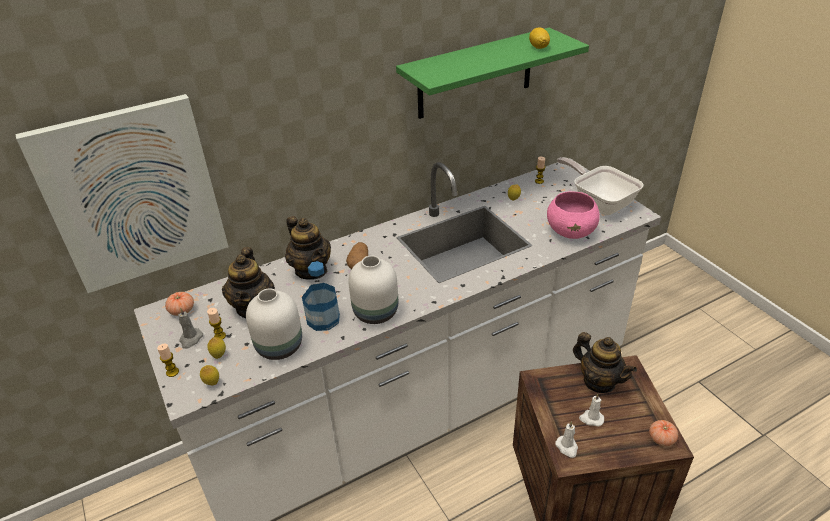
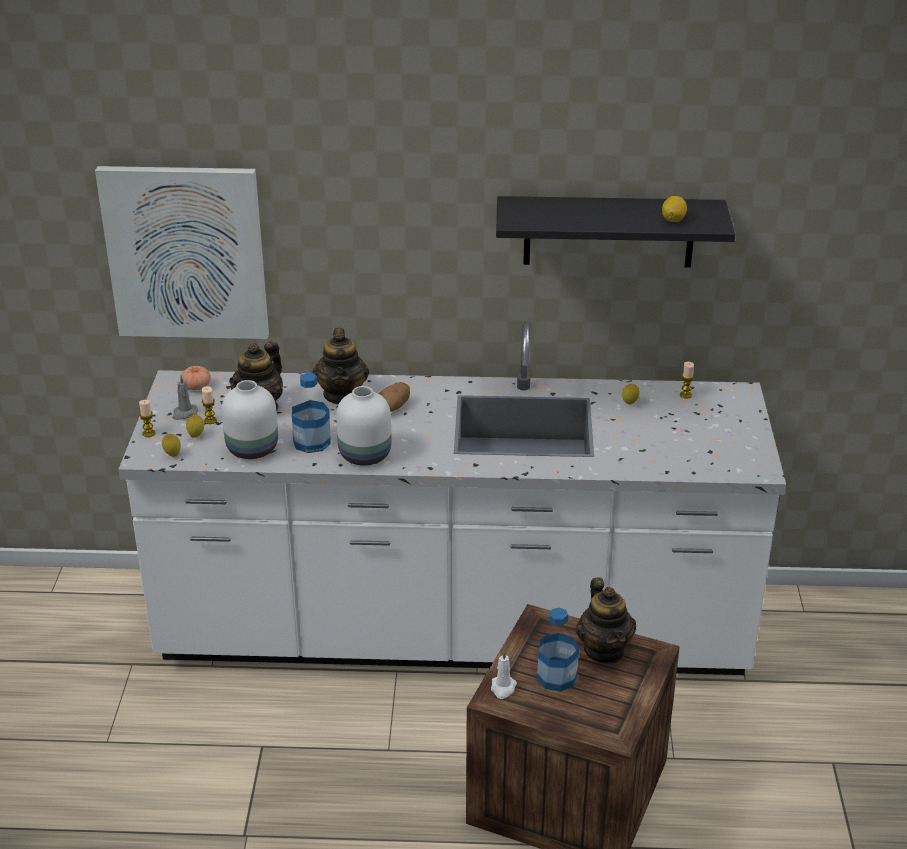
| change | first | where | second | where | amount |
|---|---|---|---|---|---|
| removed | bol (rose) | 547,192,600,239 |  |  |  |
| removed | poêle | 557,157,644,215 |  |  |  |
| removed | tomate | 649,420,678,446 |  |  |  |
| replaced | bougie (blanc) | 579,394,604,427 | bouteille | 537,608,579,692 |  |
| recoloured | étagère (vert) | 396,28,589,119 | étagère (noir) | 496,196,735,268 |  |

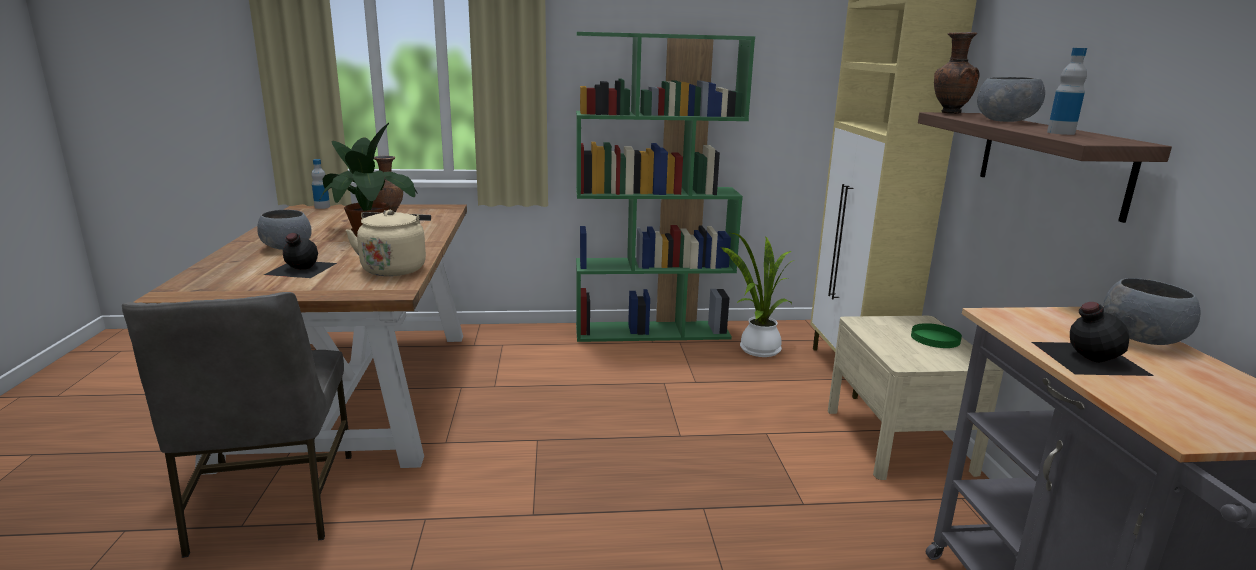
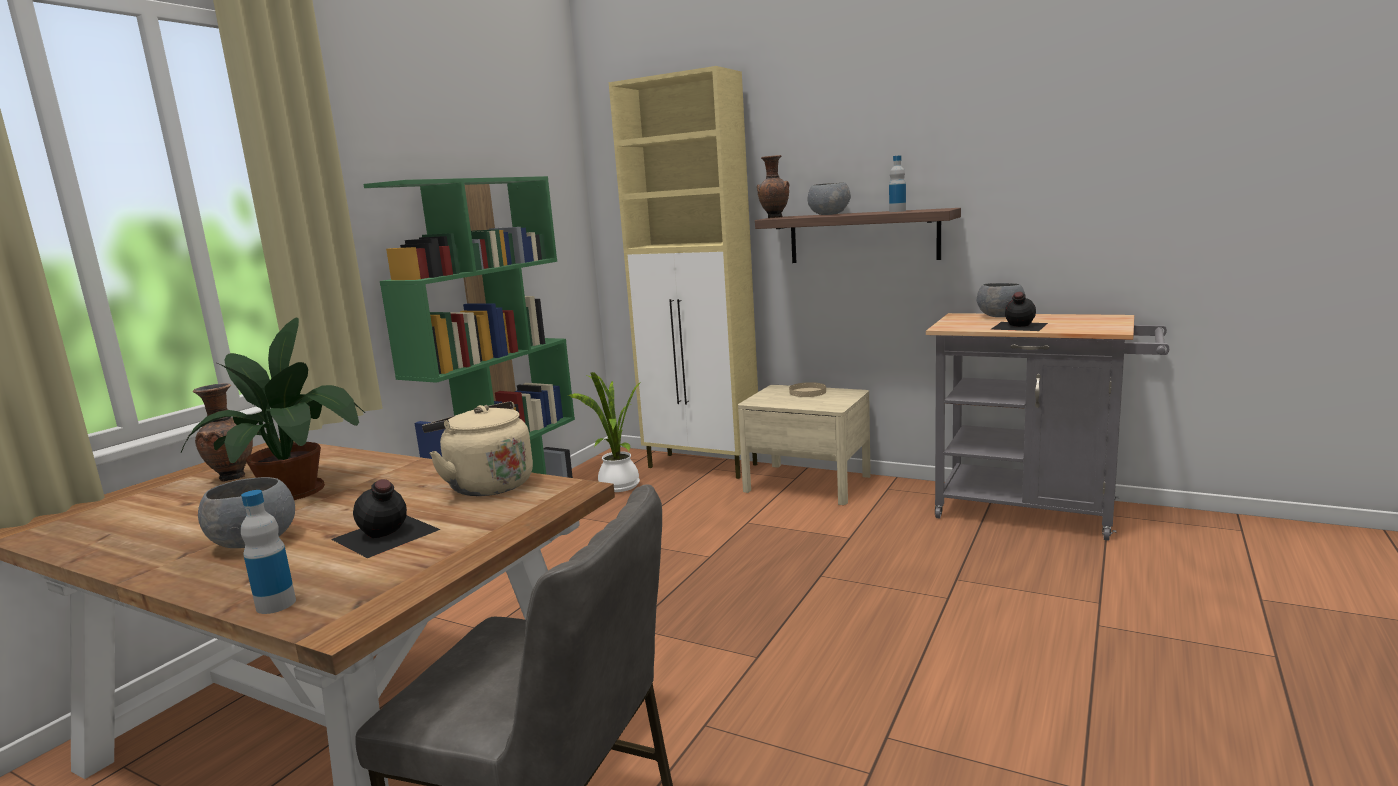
| change | first | where | second | where | amount |
|---|---|---|---|---|---|
| moved | bouteille | 311,159,330,209 |  | 241,490,296,614 |  |
| recoloured | assiette (vert) | 911,323,962,348 | assiette (beige) | 789,382,826,397 |  |

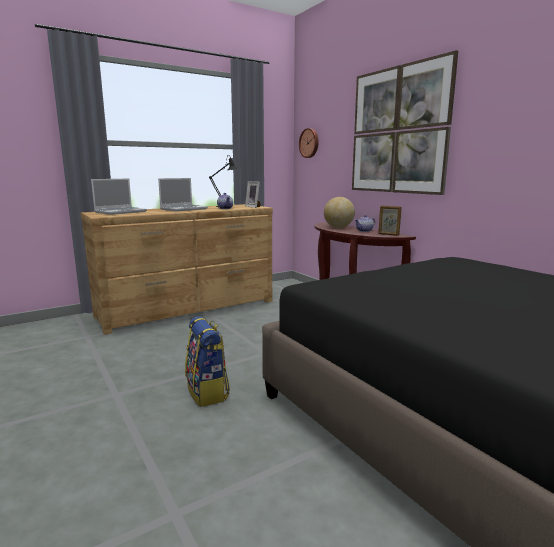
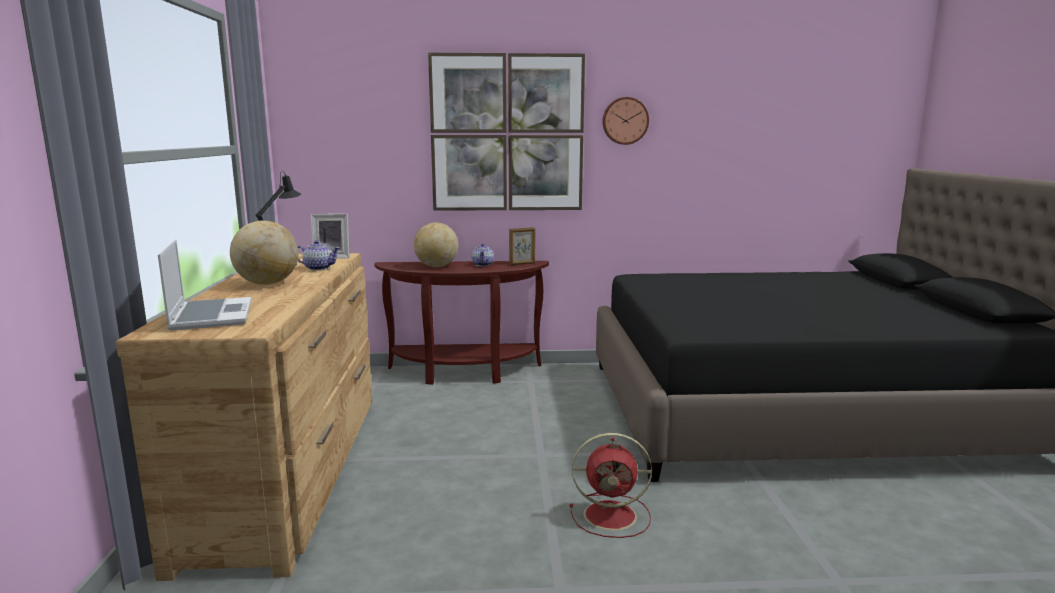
| change | first | where | second | where | amount |
|---|---|---|---|---|---|
| moved | horloge murale | 299,128,319,158 |  | 602,97,649,145 |  |
| replaced | ordinateur portable | 158,178,208,212 | globe | 230,221,298,285 |  |
| replaced | sac à dos | 185,316,230,407 | ventilateur (rouge) | 569,433,652,538 |  |

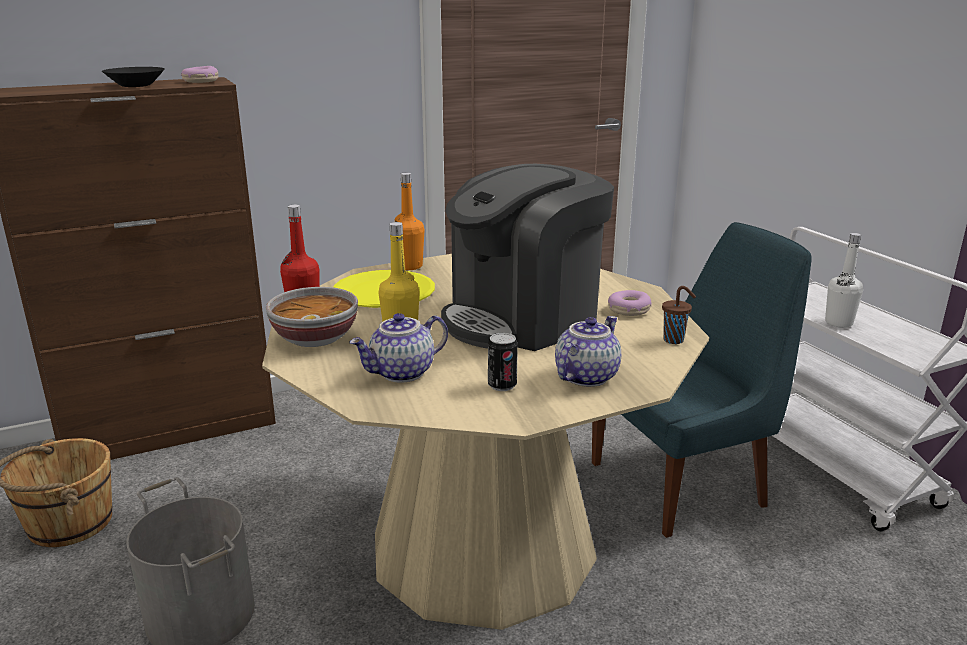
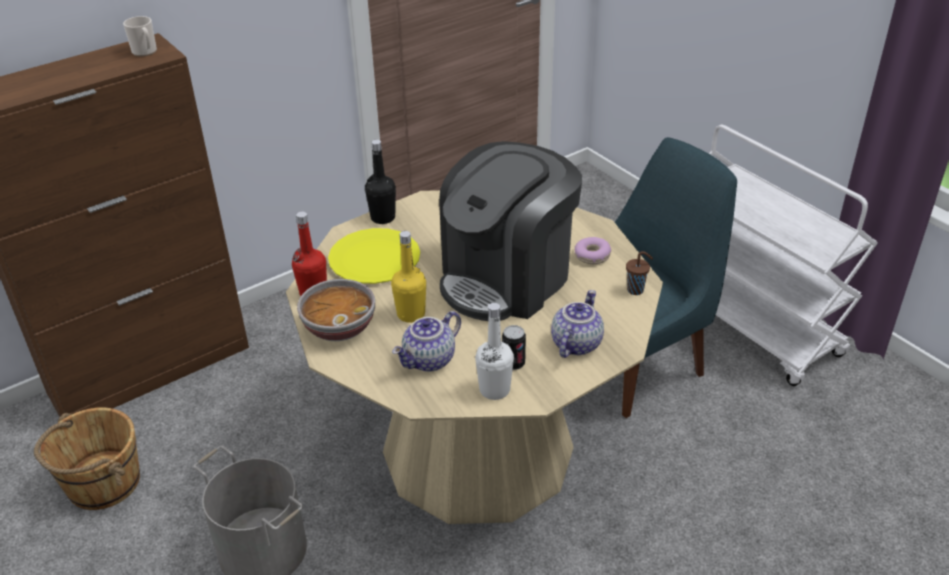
| change | first | where | second | where | amount |
|---|---|---|---|---|---|
| removed | bol (noir) | 102,67,164,87 |  |  |  |
| moved | bouteille (blanc) | 825,233,863,328 |  | 475,303,514,400 |  |
| replaced | beignet | 181,66,218,83 | mug | 123,16,157,57 |  |
| recoloured | bouteille (orange) | 395,173,425,270 | bouteille (noir) | 365,140,396,224 |  |

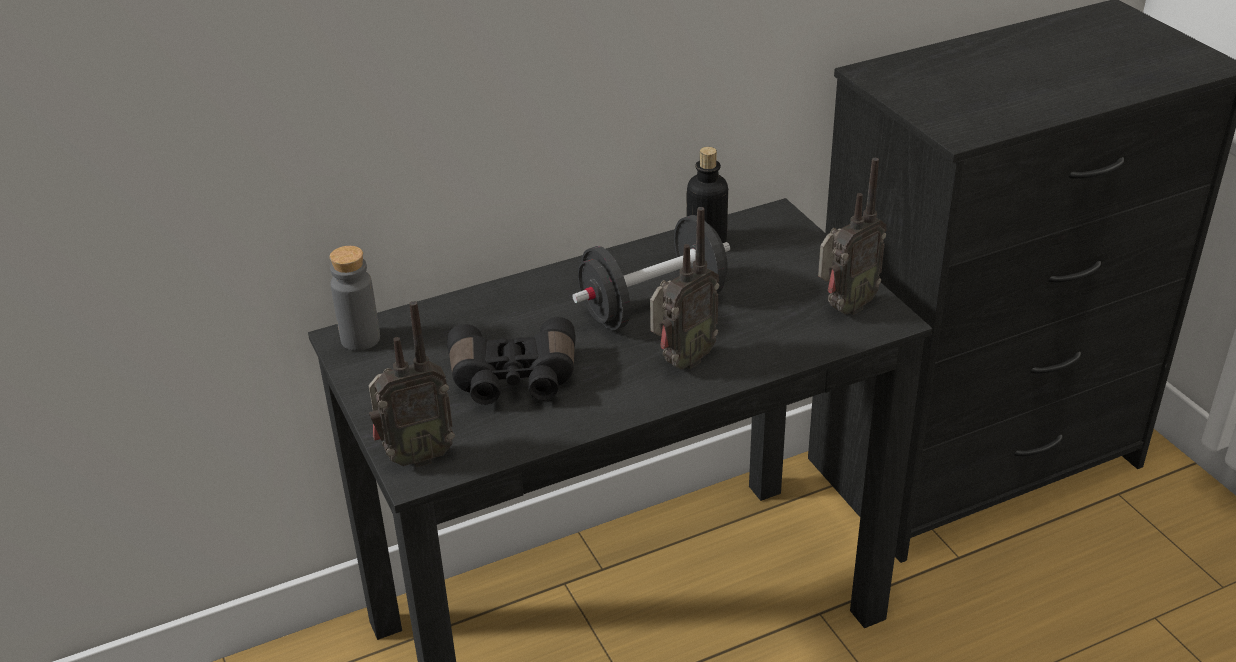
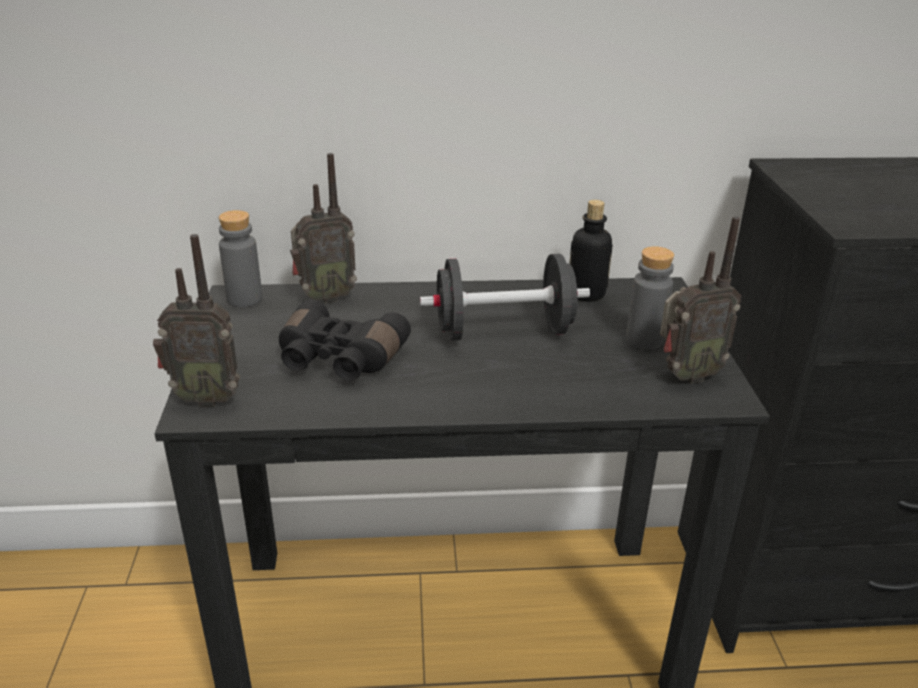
| change | first | where | second | where | amount |
|---|---|---|---|---|---|
| added |  |  | bouteille (gris) | 626,246,674,349 |  |
| moved | radio | 650,207,719,369 |  | 290,153,357,303 |  |

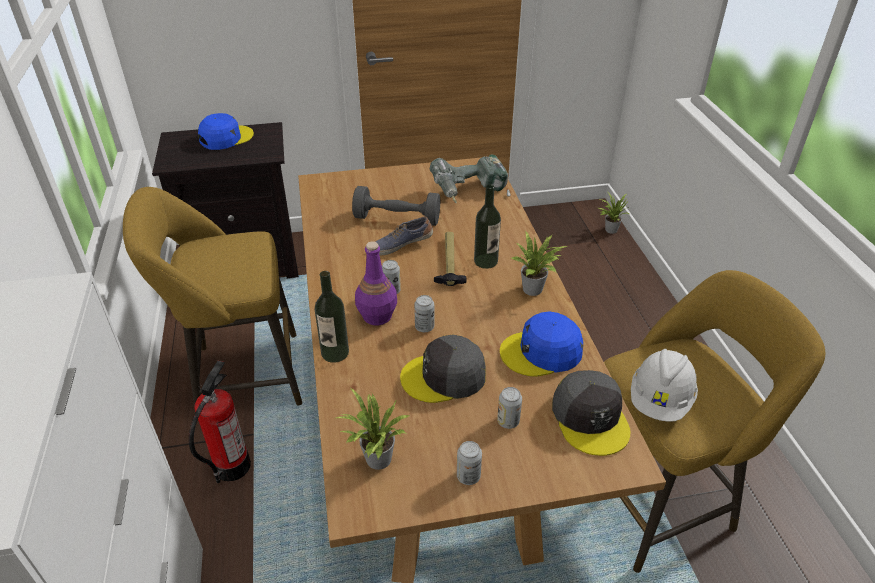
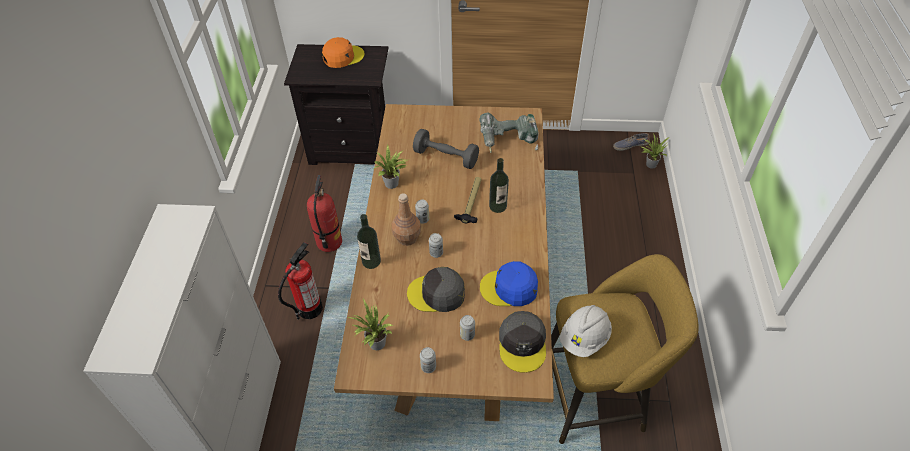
| change | first | where | second | where | amount |
|---|---|---|---|---|---|
| moved | chaussure | 375,216,433,256 |  | 613,133,650,151 |  |
| moved | plante en pot | 512,231,567,296 |  | 374,145,408,189 |  |
| replaced | tabouret (jaune) | 123,187,302,421 | extincteur | 307,175,342,252 |  |
| recoloured | casquette (bleu) | 198,113,254,150 | casquette (orange) | 322,37,365,68 |  |
| recoloured | bouteille (violet) | 355,241,397,325 | bouteille (marron) | 392,194,421,246 |  |

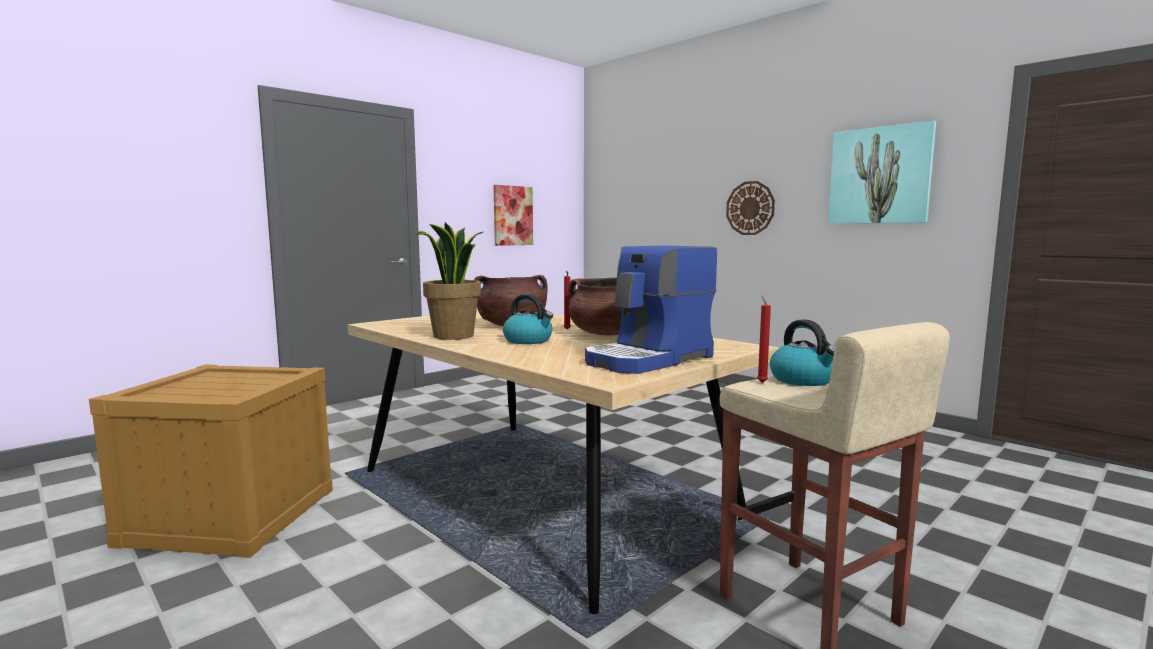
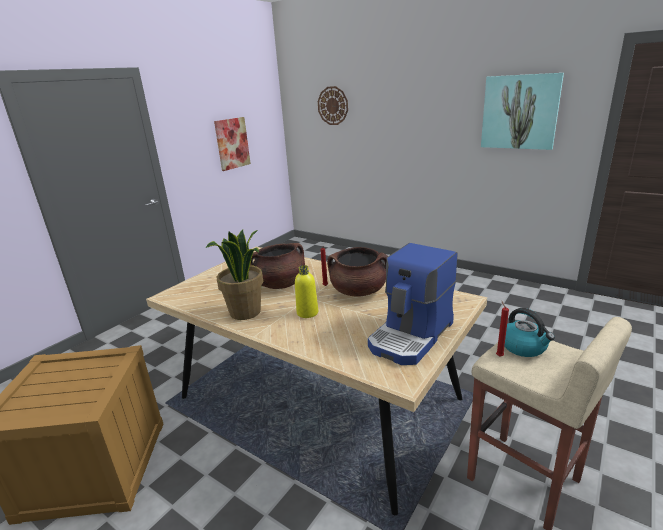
| change | first | where | second | where | amount |
|---|---|---|---|---|---|
| moved | horloge murale | 726,181,775,235 |  | 318,86,348,125 |  |
| replaced | bouilloire | 503,294,553,344 | bouteille (jaune) | 295,265,318,318 |  |

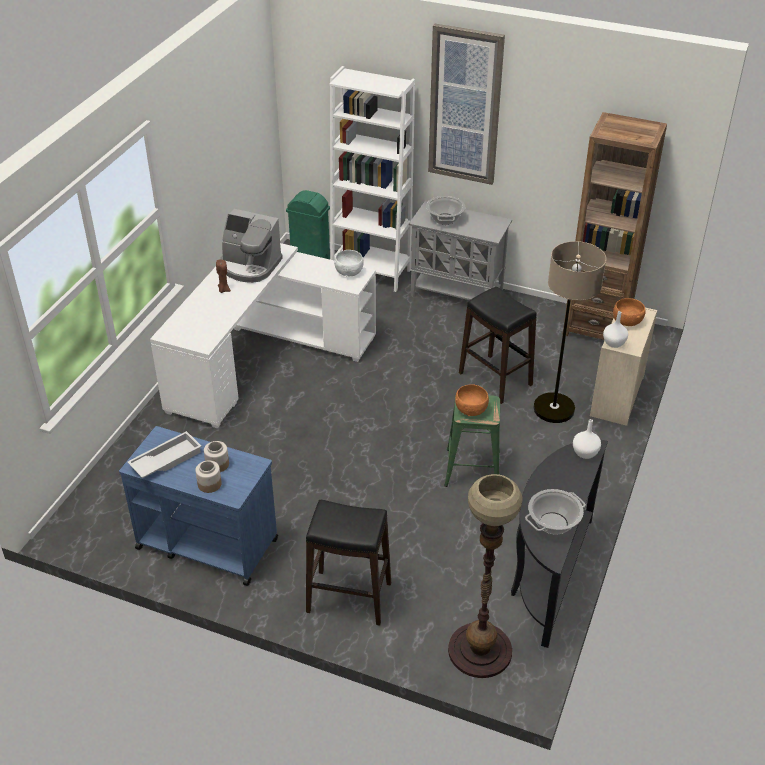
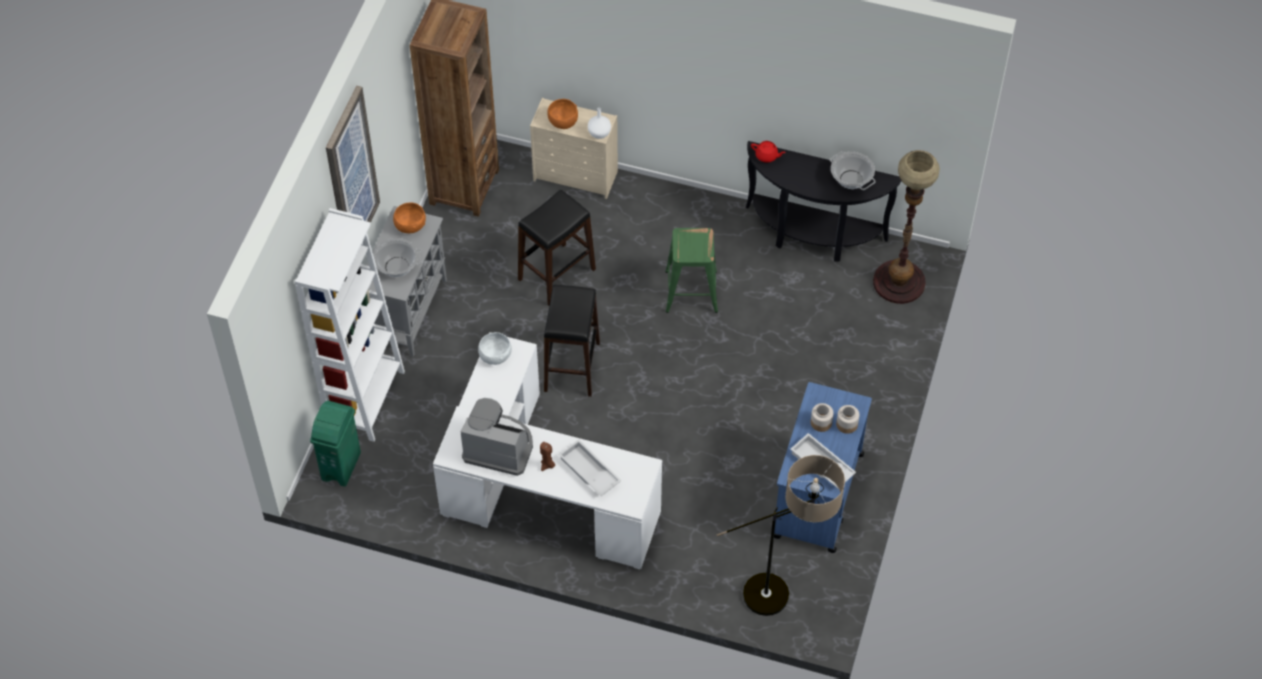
| change | first | where | second | where | amount |
|---|---|---|---|---|---|
| added |  |  | plateau (blanc) | 559,439,621,496 |  |
| moved | tabouret (noir) | 306,500,391,626 |  | 544,285,600,397 |  |
| moved | bol (orange) | 455,384,489,416 |  | 393,203,426,233 |  |
| moved | lampadaire | 534,241,606,423 |  | 717,455,845,616 |  |
| replaced | vase (blanc) | 573,419,601,459 | théière (rouge) | 751,141,786,163 |  |
| turned | machine à café | 220,209,283,283 |  | 461,398,533,476 | 90 degrees counterclockwise |

